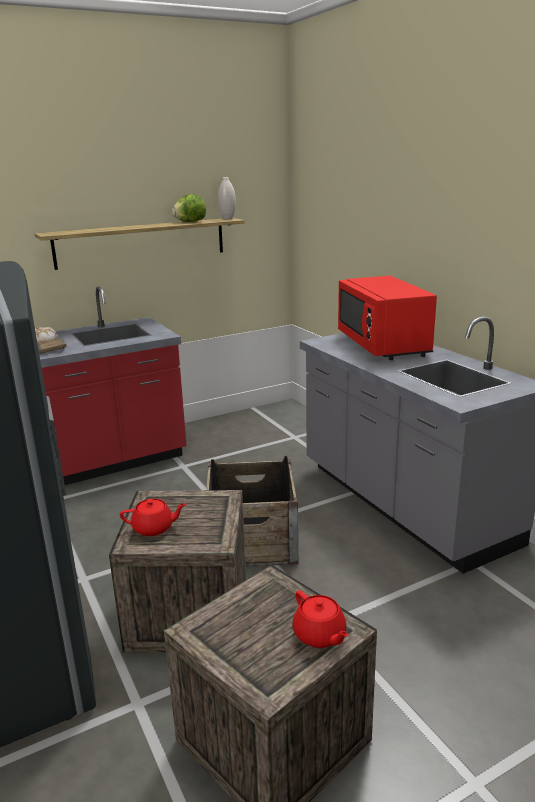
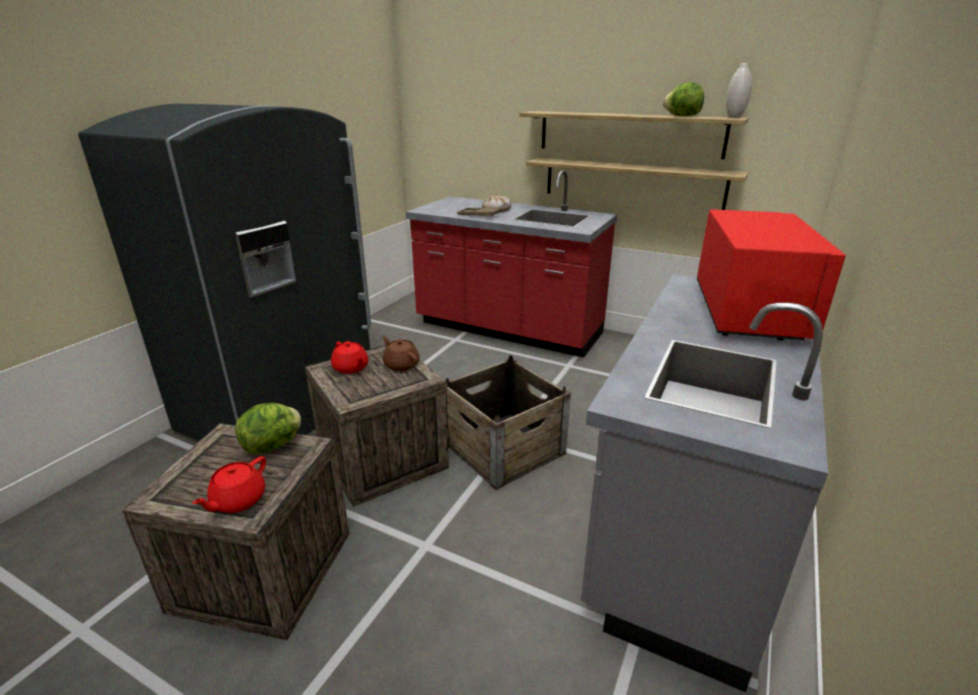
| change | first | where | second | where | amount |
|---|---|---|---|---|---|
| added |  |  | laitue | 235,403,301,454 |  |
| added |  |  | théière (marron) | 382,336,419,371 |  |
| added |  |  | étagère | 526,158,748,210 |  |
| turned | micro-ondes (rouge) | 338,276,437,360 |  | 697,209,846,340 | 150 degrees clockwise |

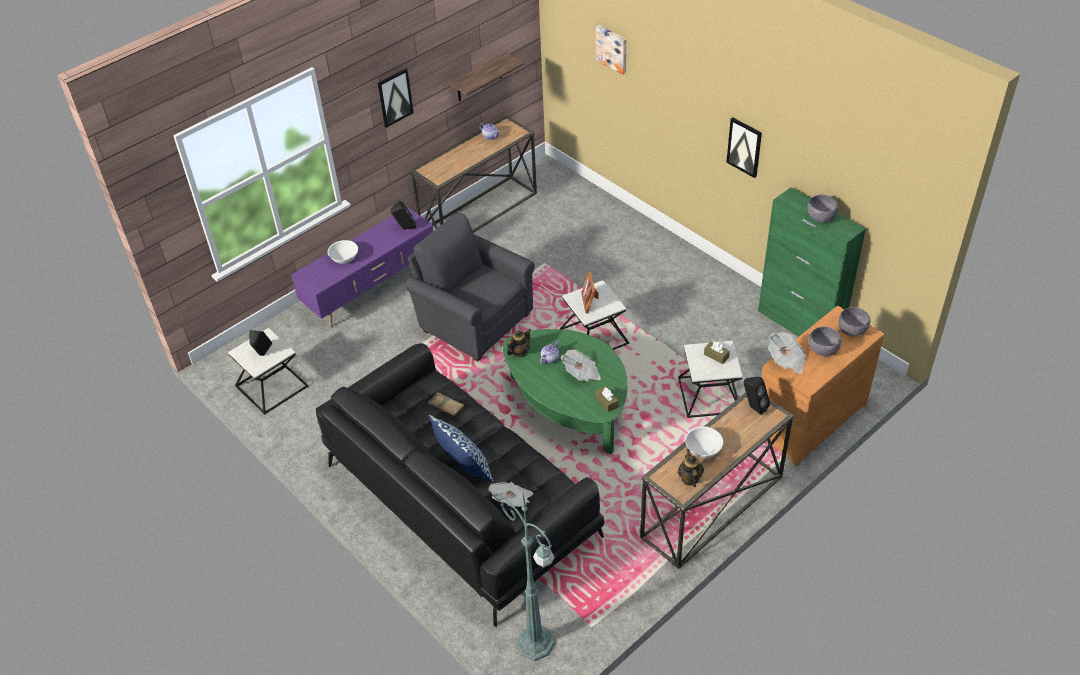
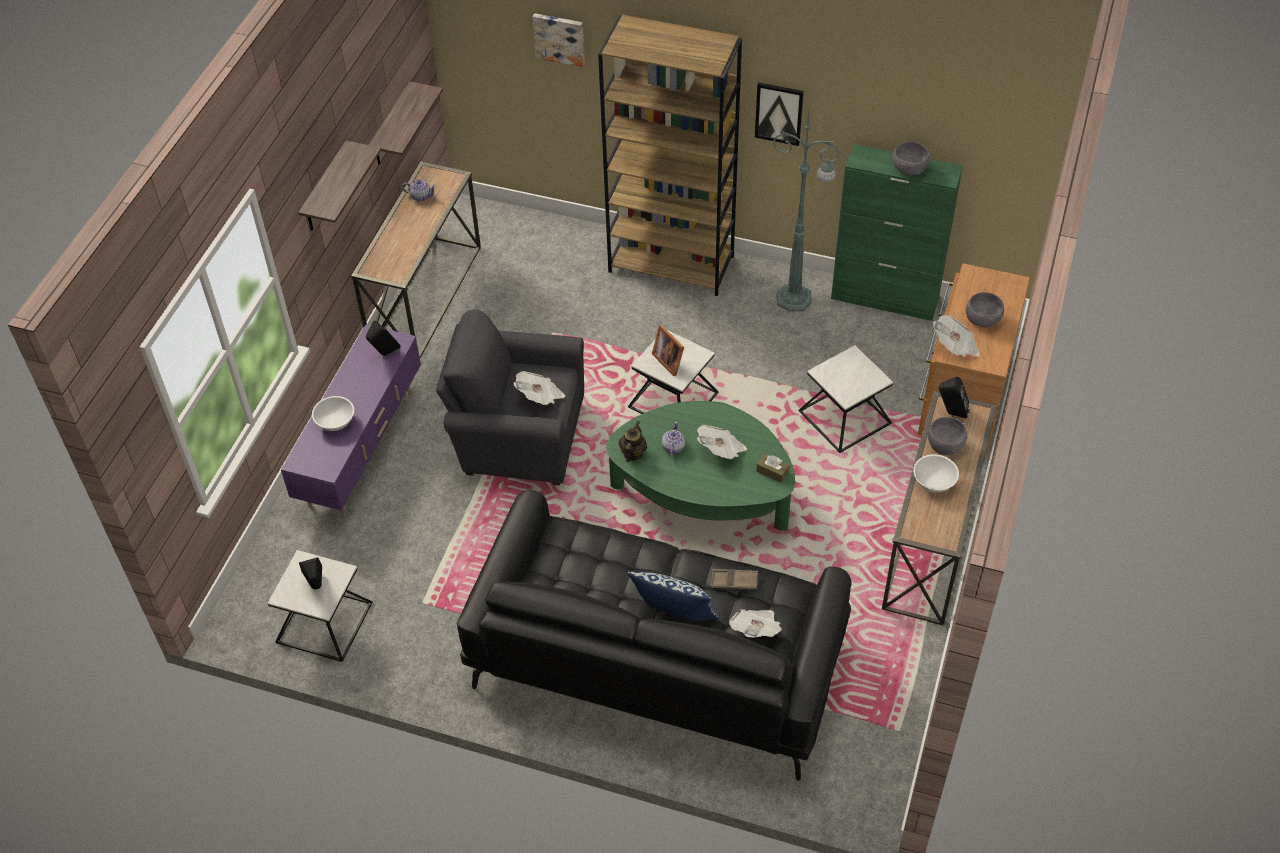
| change | first | where | second | where | amount |
|---|---|---|---|---|---|
| removed | théière | 678,449,704,487 |  |  |  |
| removed | boîte à mouchoirs (marron) | 704,341,730,364 |  |  |  |
| added |  |  | journal | 513,371,565,405 |  |
| added |  |  | bibliothèque (marron) | 598,15,742,296 |  |
| moved | plateau (marron) | 428,392,464,416 |  | 711,569,758,590 |  |
| moved | lampadaire (vert) | 501,492,555,661 |  | 773,106,840,311 |  |
| moved | bol (gris) | 838,307,870,336 |  | 928,417,968,455 |  |
| replaced | tableau | 377,68,414,128 | étagère | 298,141,381,231 |  |

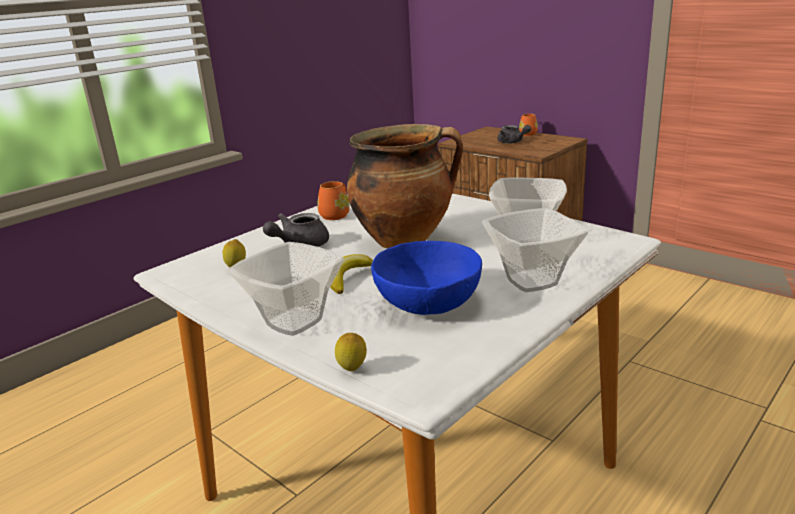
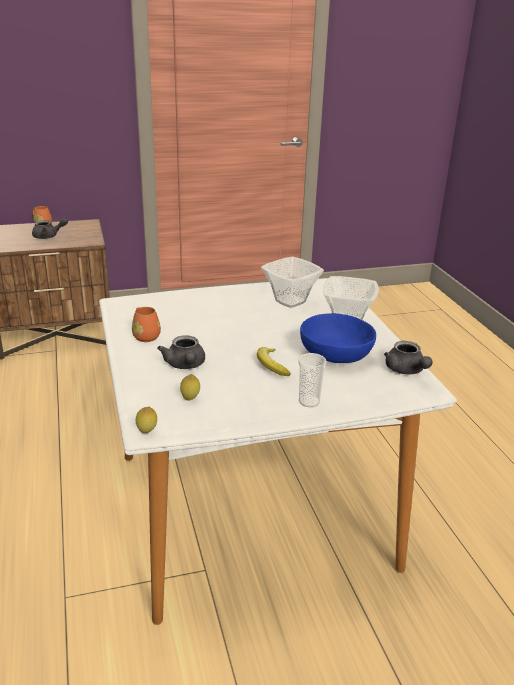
| change | first | where | second | where | amount |
|---|---|---|---|---|---|
| removed | marmite | 347,124,463,248 |  |  |  |
| added |  |  | théière (gris) | 384,341,433,374 |  |
| moved | citron | 335,333,367,371 |  | 136,406,157,433 |  |
| replaced | bol | 228,242,344,336 | tasse | 298,353,327,407 |  |

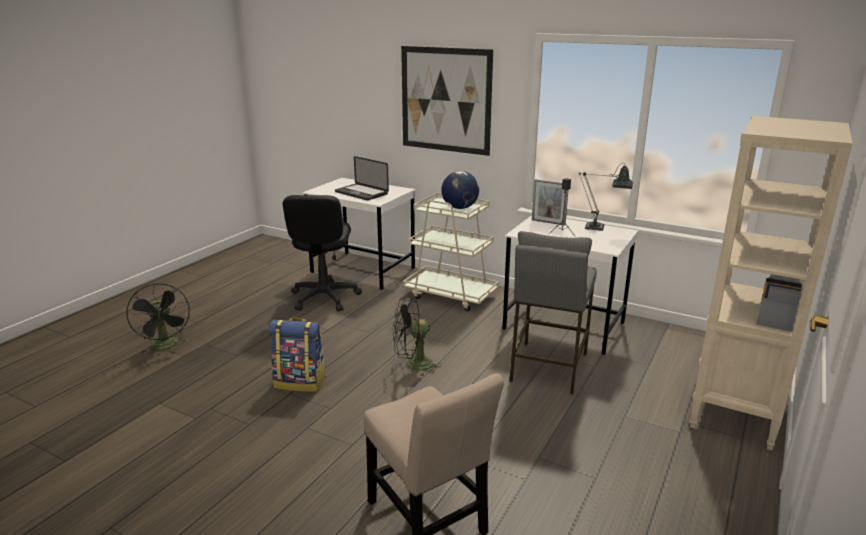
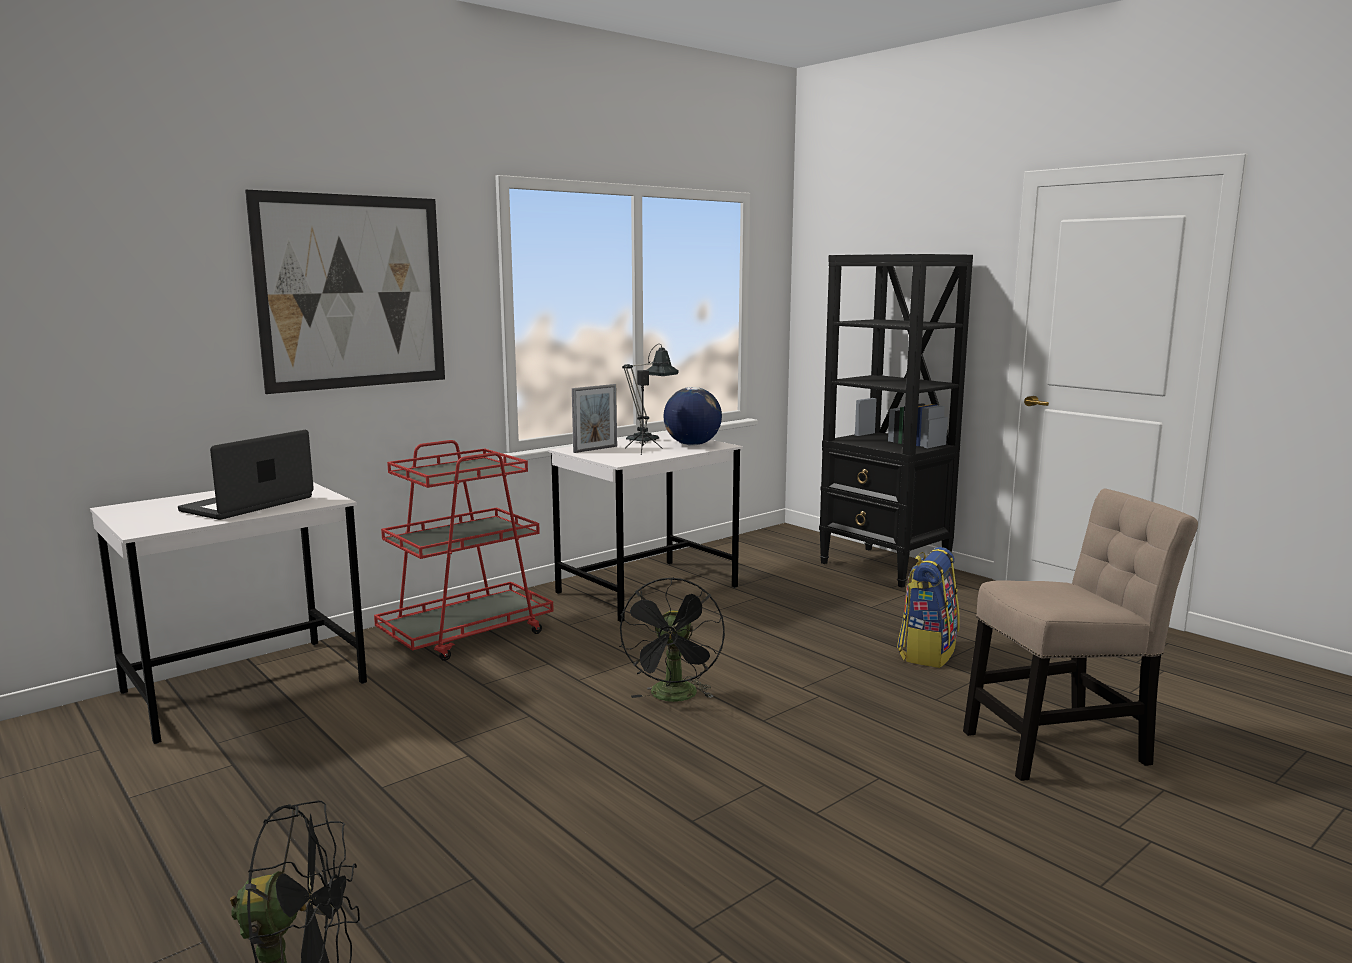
| change | first | where | second | where | amount |
|---|---|---|---|---|---|
| removed | chaise de bureau (noir) | 283,195,362,311 |  |  |  |
| removed | tabouret (gris) | 509,231,597,394 |  |  |  |
| moved | sac à dos | 269,318,326,392 |  | 897,547,960,668 |  |
| moved | globe | 441,171,479,209 |  | 664,387,722,446 |  |
| recoloured | chariot (beige) | 403,193,499,311 | chariot (rouge) | 374,440,554,661 |  |
| recoloured | bibliothèque (beige) | 690,116,853,450 | bibliothèque (noir) | 819,254,973,588 |  |
| turned | ordinateur portable | 335,156,389,201 |  | 178,430,314,520 | 150 degrees clockwise |

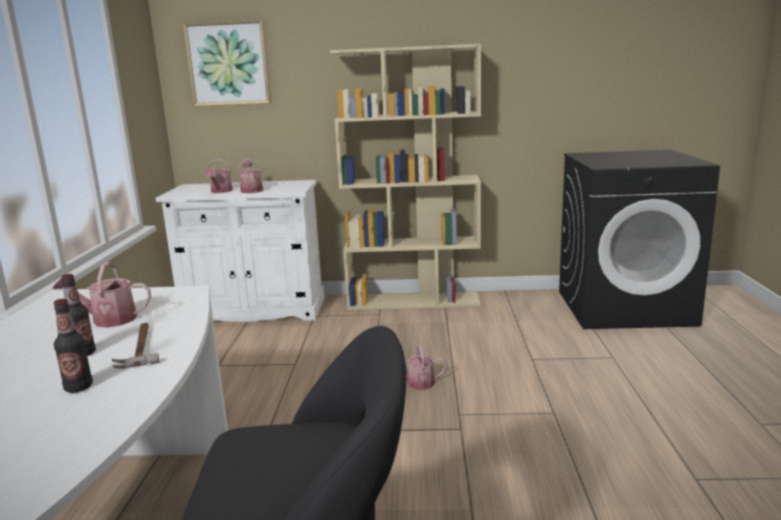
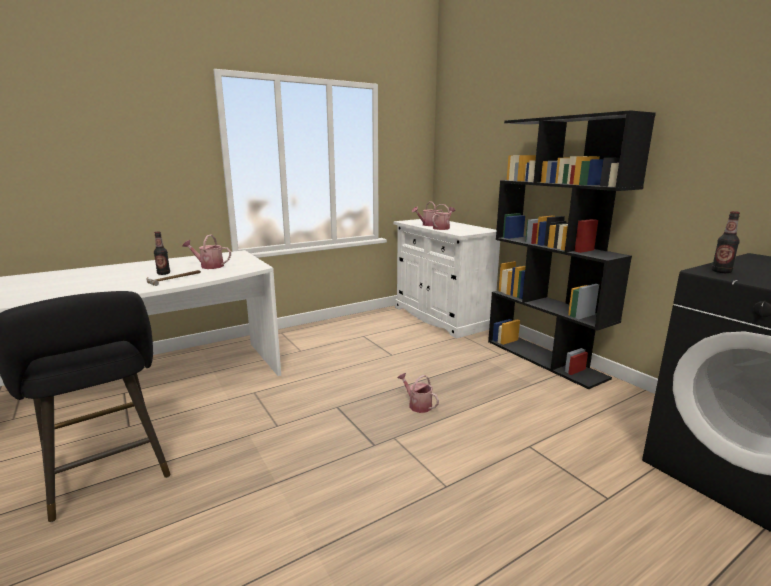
| change | first | where | second | where | amount |
|---|---|---|---|---|---|
| removed | tableau | 183,20,271,106 |  |  |  |
| moved | bouteille | 54,299,93,393 |  | 712,211,740,273 |  |
| recoloured | bibliothèque (beige) | 330,44,481,310 | bibliothèque (noir) | 488,110,656,389 |  |
| turned | arrosoir | 52,262,151,327 |  | 182,234,231,269 | 45 degrees counterclockwise |

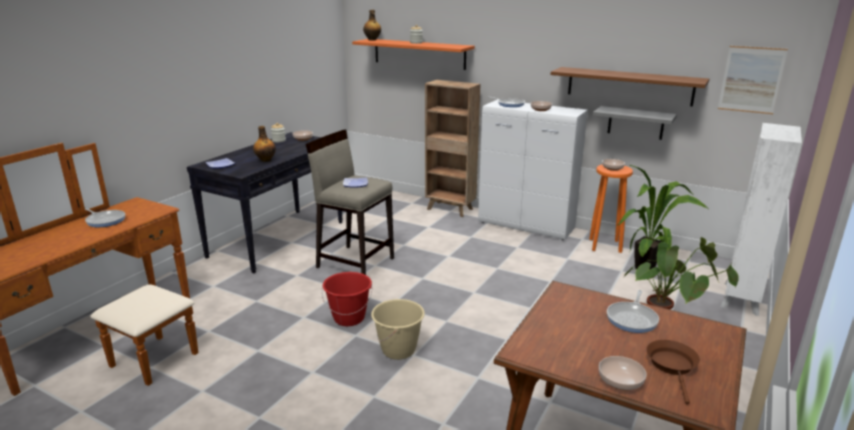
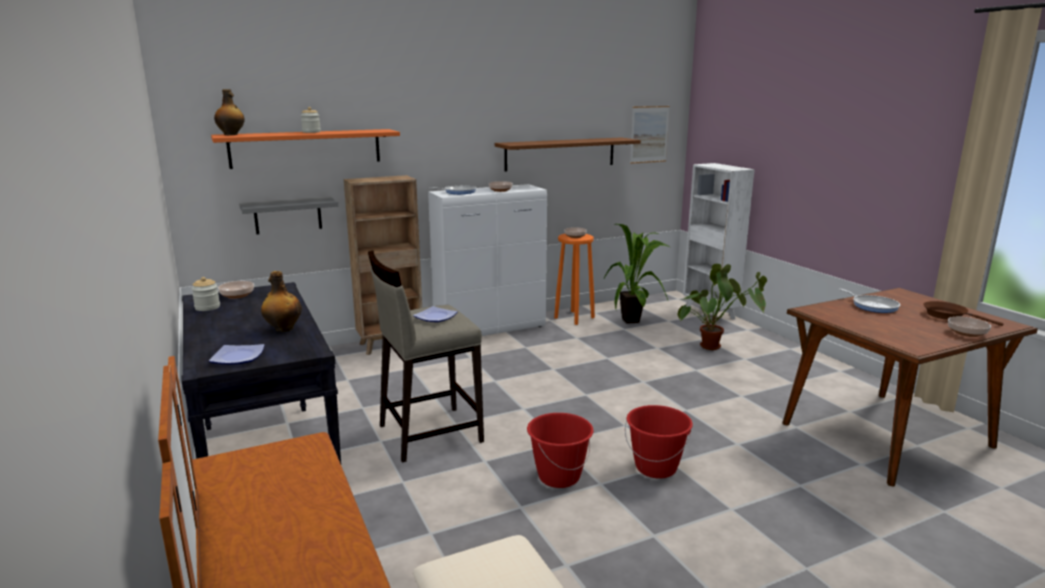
| change | first | where | second | where | amount |
|---|---|---|---|---|---|
| removed | poêle | 85,209,125,227 |  |  |  |
| moved | étagère (gris) | 593,106,677,140 |  | 239,196,338,234 |  |
| recoloured | seau (beige) | 371,299,425,360 | seau (rouge) | 625,405,693,479 |  |

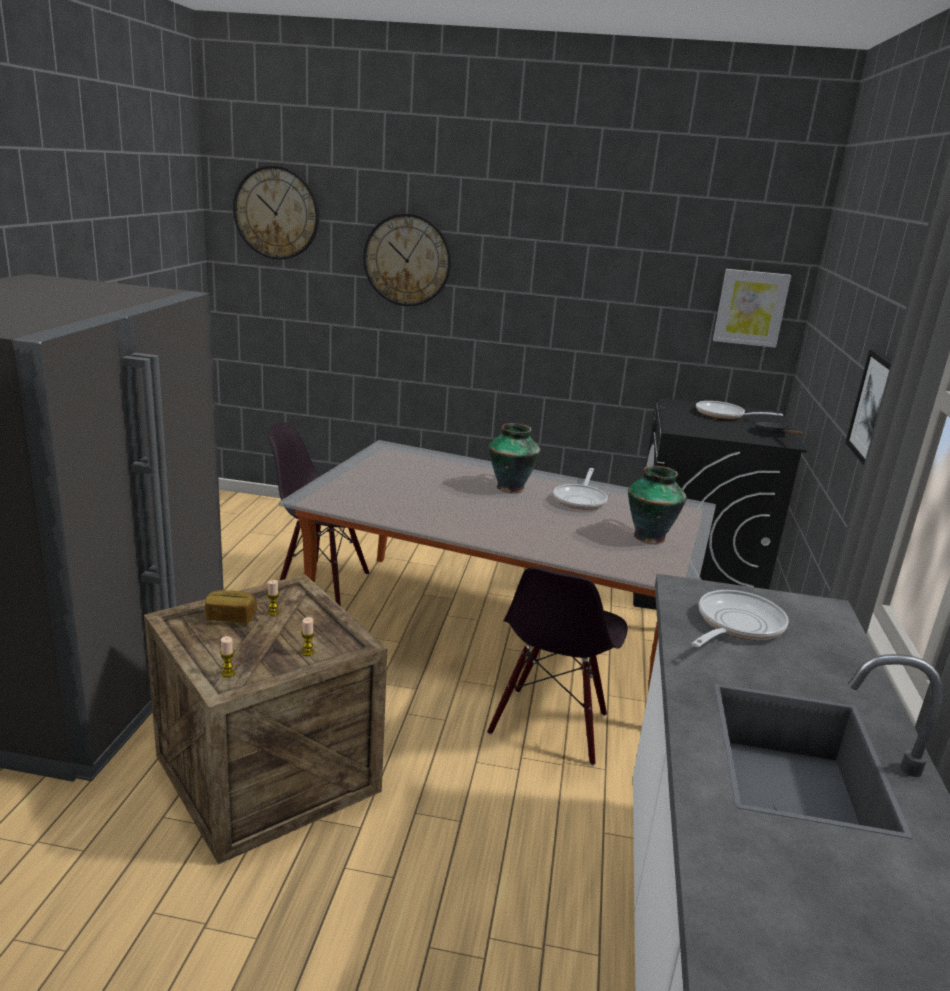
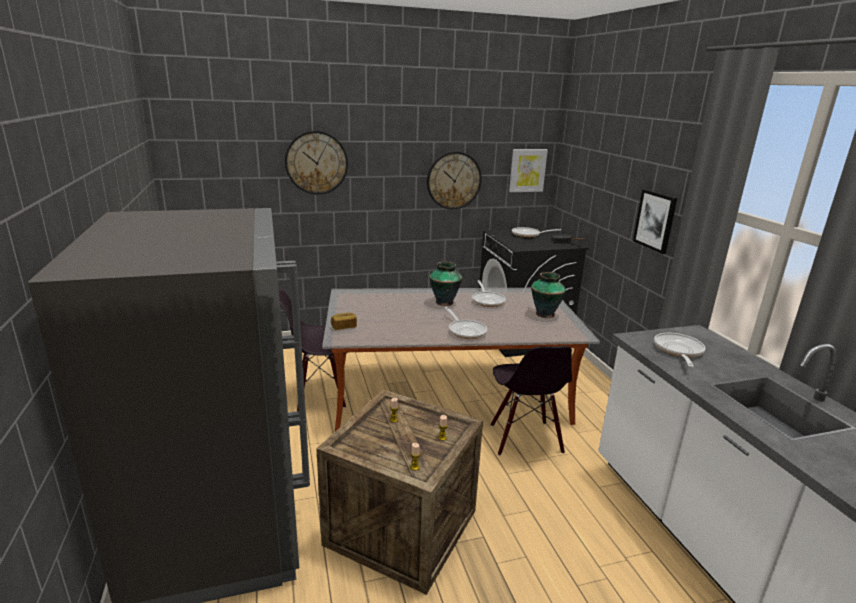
| change | first | where | second | where | amount |
|---|---|---|---|---|---|
| added |  |  | poêle | 445,307,487,339 |  |
| moved | pain | 205,590,257,624 |  | 331,313,357,330 |  |
| moved | horloge murale | 233,166,319,259 |  | 427,151,482,209 |  |

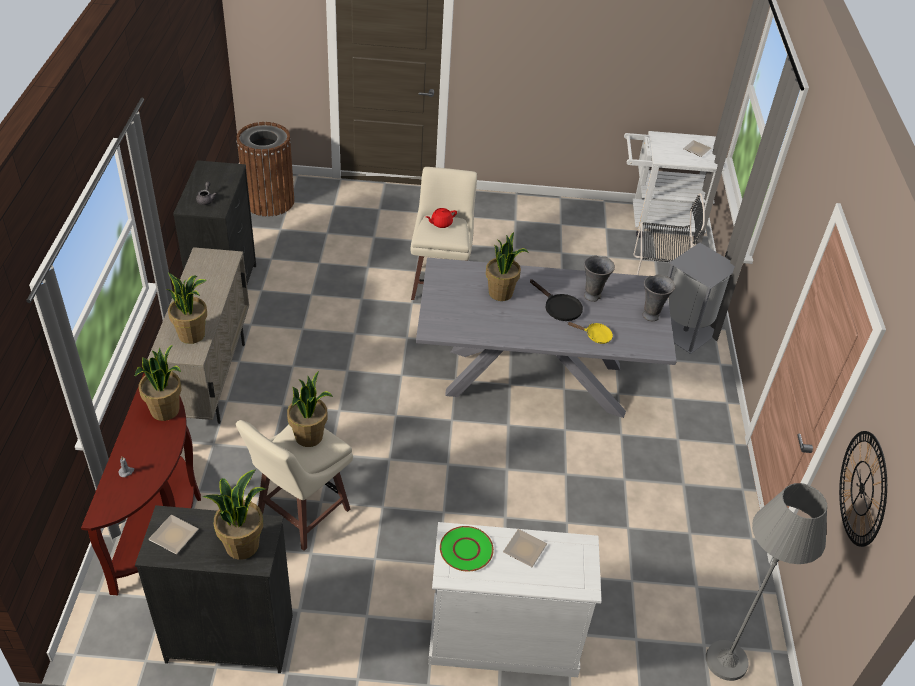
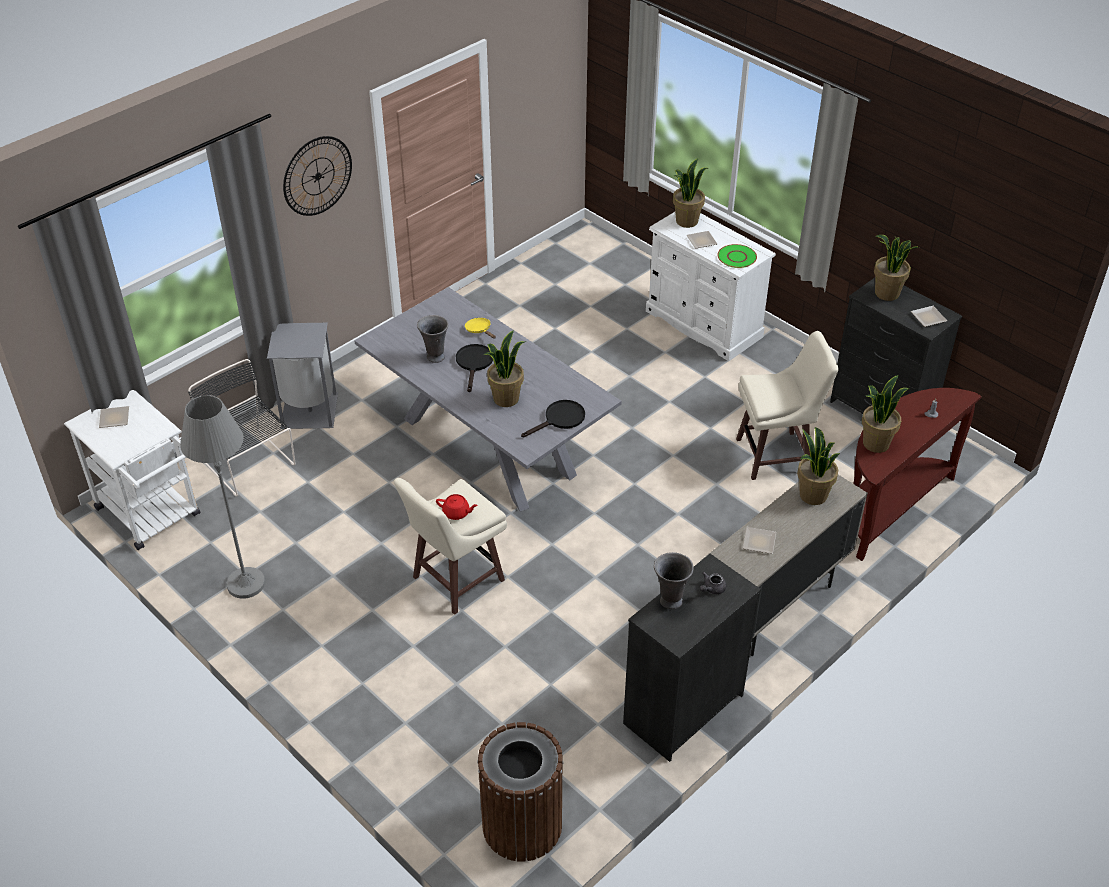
| change | first | where | second | where | amount |
|---|---|---|---|---|---|
| added |  |  | poêle (noir) | 521,400,585,437 |  |
| added |  |  | assiette | 742,527,776,554 |  |
| moved | plante en pot | 287,371,333,447 |  | 673,158,708,228 |  |
| moved | vase (gris) | 642,274,675,321 |  | 654,552,694,609 |  |
| moved | lampadaire (gris) | 706,483,827,681 |  | 180,395,265,599 |  |
| moved | horloge murale | 839,431,887,547 |  | 283,136,352,216 |  |

